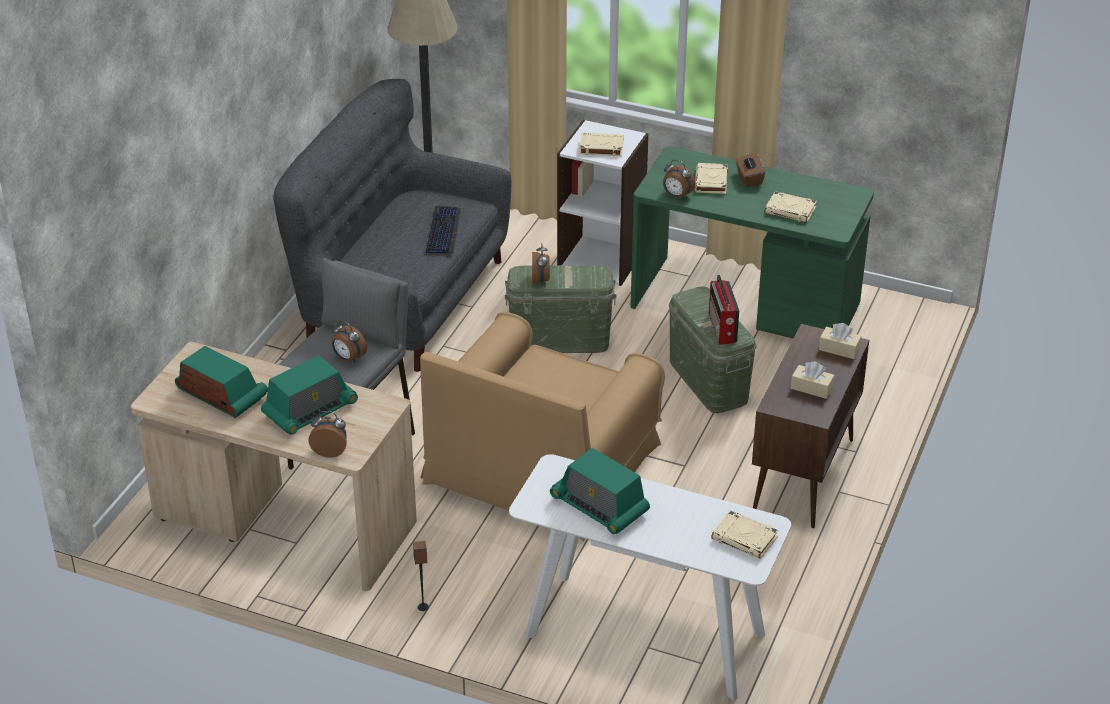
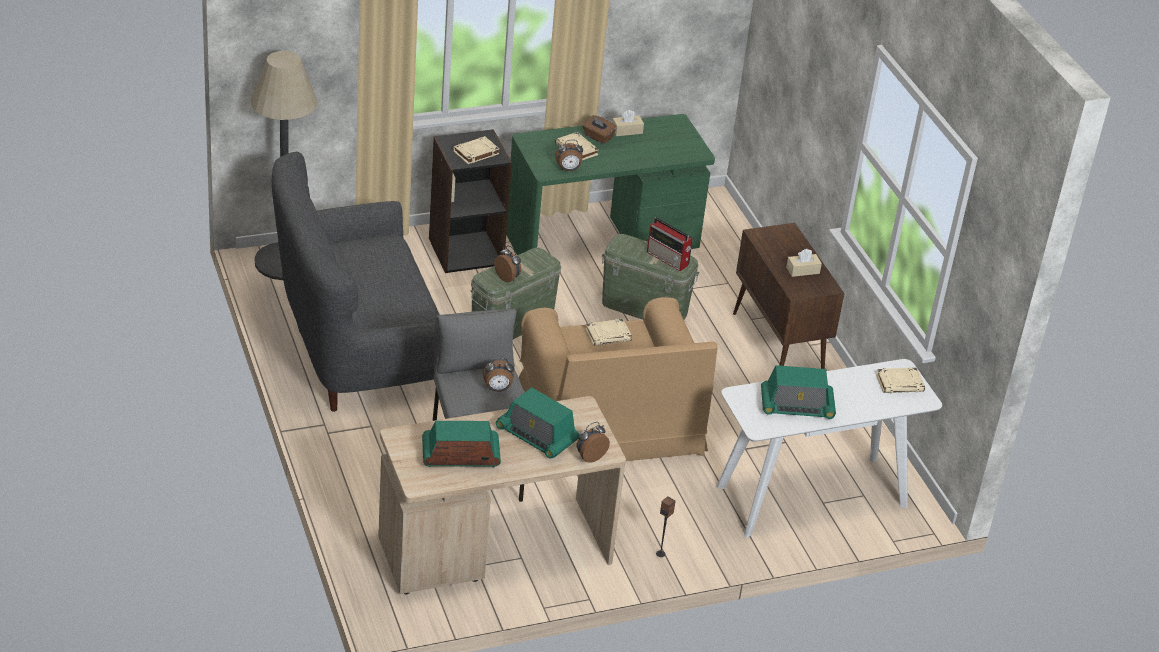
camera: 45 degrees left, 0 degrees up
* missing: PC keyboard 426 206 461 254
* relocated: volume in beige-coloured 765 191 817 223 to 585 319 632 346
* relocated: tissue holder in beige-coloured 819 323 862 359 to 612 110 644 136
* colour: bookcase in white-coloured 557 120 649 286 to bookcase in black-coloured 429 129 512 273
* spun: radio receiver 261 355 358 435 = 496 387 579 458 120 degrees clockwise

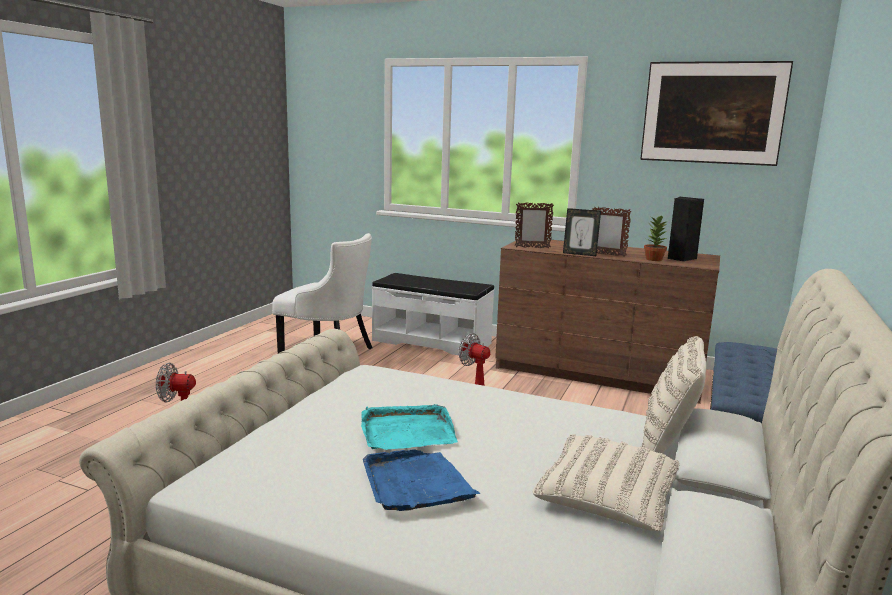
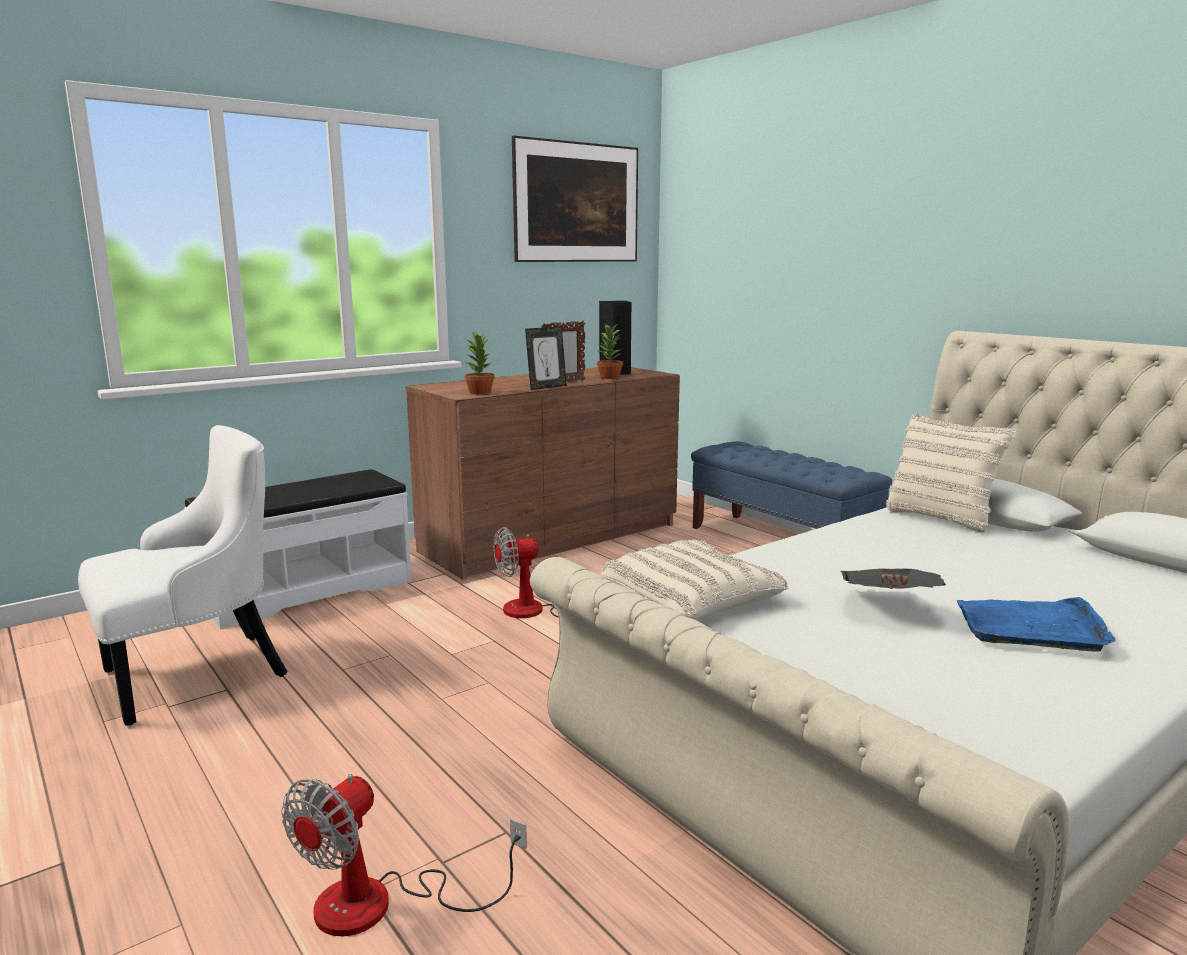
camera: 60 degrees left, 0 degrees up
* relocated: throw pillow in beige-coloured 532 434 680 531 to 601 539 789 620
* exchanged: serving tray in blue-green 361 404 458 450 to printed paper 840 568 946 589
* exchanged: standing frame 515 202 554 249 to plant in a pot 465 331 495 394

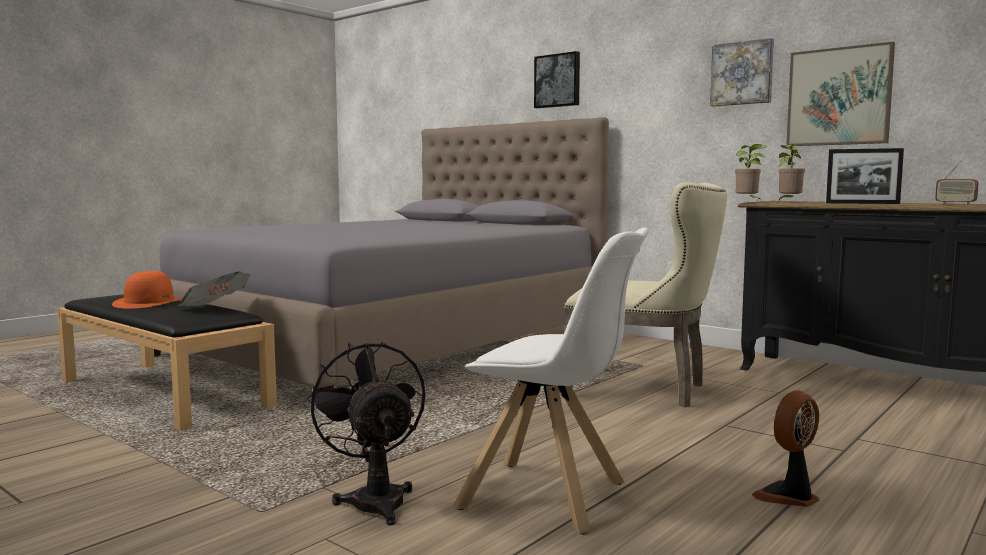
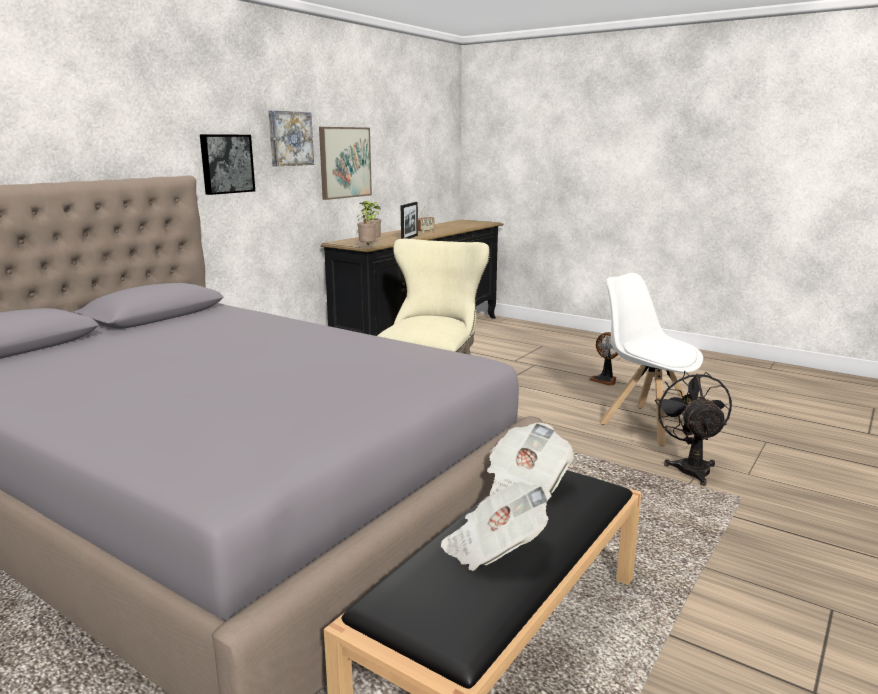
camera: 95 degrees left, 10 degrees up
* relocated: wall picture 534 51 580 108 to 200 134 255 195
* exchanged: hat in orange-coloured 112 271 182 309 to printed paper 441 482 552 571
* spun: electric fan in black-coloured 307 342 425 525 = 655 371 732 486 120 degrees clockwise
* spun: upright chair in white-coloured 453 228 649 535 = 600 273 703 446 60 degrees counterclockwise

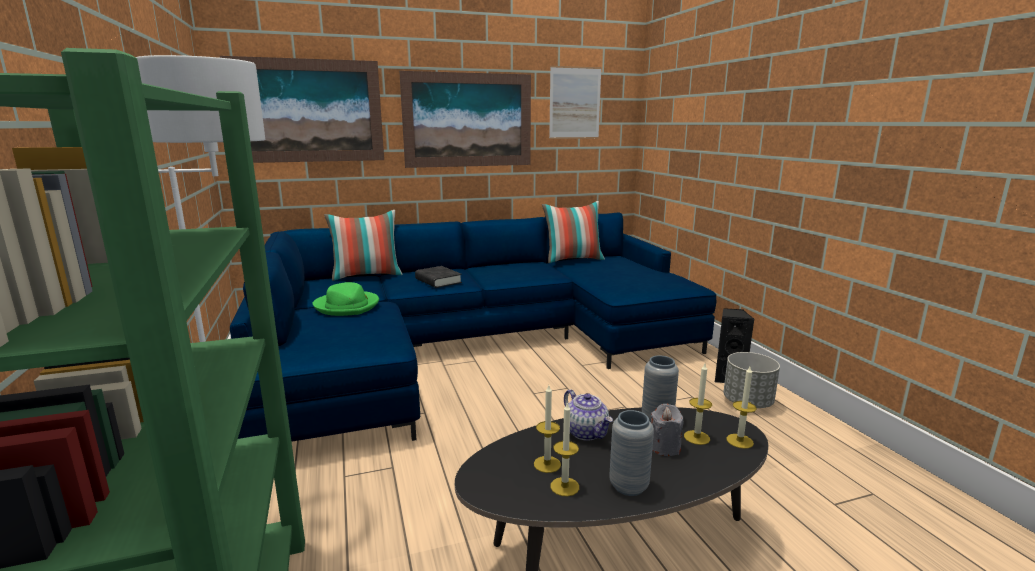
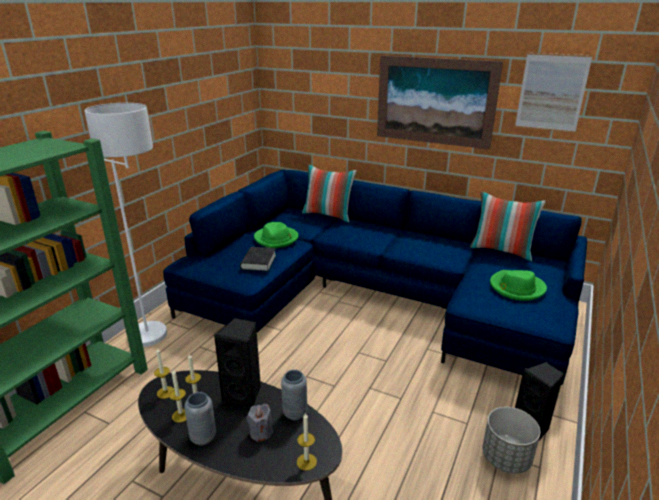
camera: 45 degrees right, 10 degrees up
* missing: wall picture 220 56 384 163
* appeared: hat in green-coloured 490 270 547 301
* relocated: volume in black-coloured 415 266 462 288 to 240 247 276 272
* relocated: wax light 684 364 712 445 to 154 348 175 399
* exchanged: pot for tea 564 389 613 441 to speaker in black-coloured 214 318 261 408

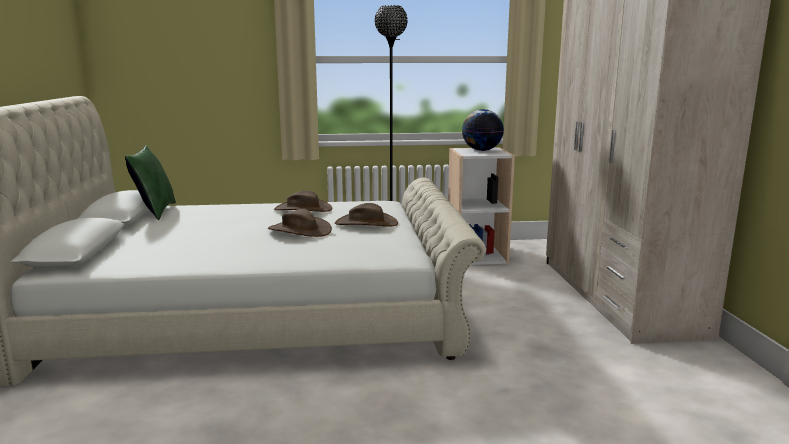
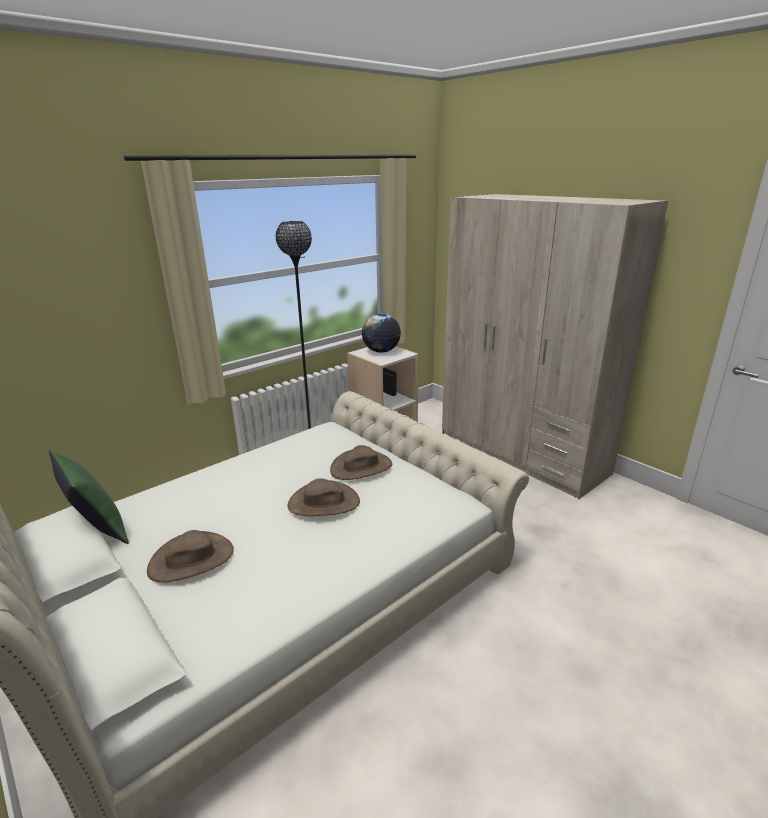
camera: 35 degrees left, 10 degrees up
* relocated: hat in brown-coloured 274 191 332 212 to 147 530 234 583

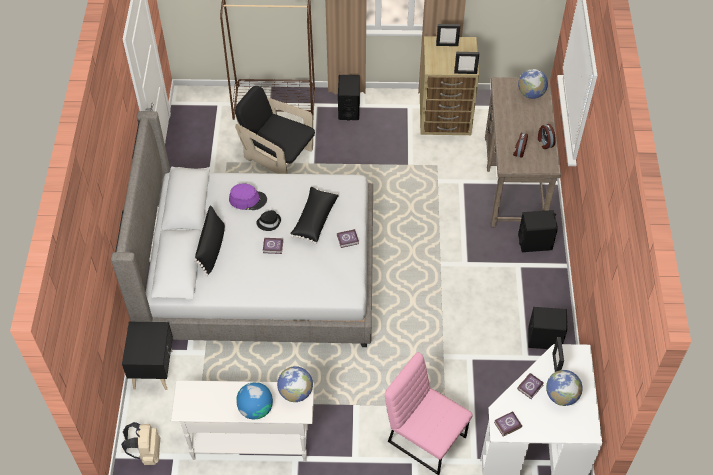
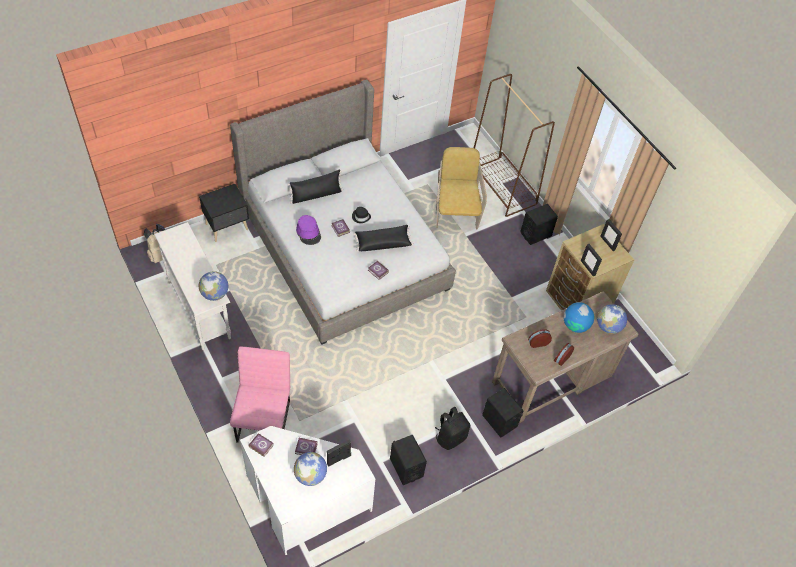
camera: 55 degrees right, 0 degrees up
* appeared: backpack in black-coloured 435 407 470 450
* relocated: hat in purplish 229 184 267 210 to 296 215 321 245
* relocated: desk globe 236 382 273 419 to 564 302 594 333
* colour: armchair in black-coloured 235 86 315 174 to armchair in yellow-coloured 436 147 487 229

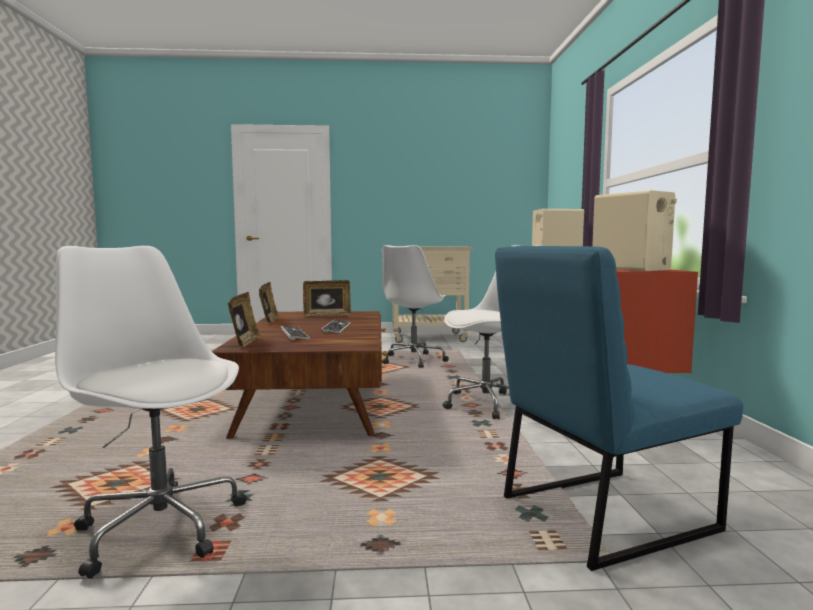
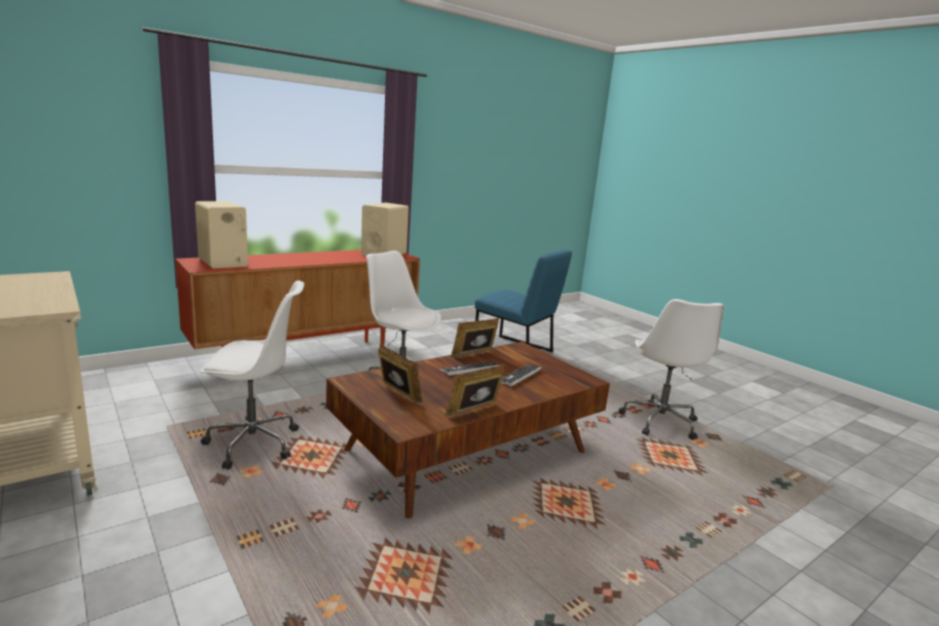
camera: 125 degrees left, 10 degrees up
* relocated: standing frame 228 292 261 347 to 451 318 499 357

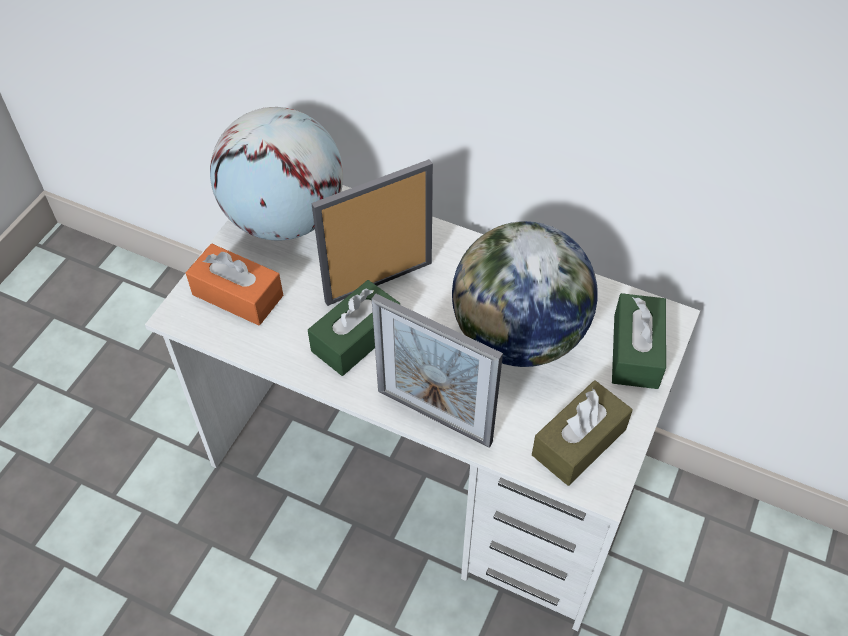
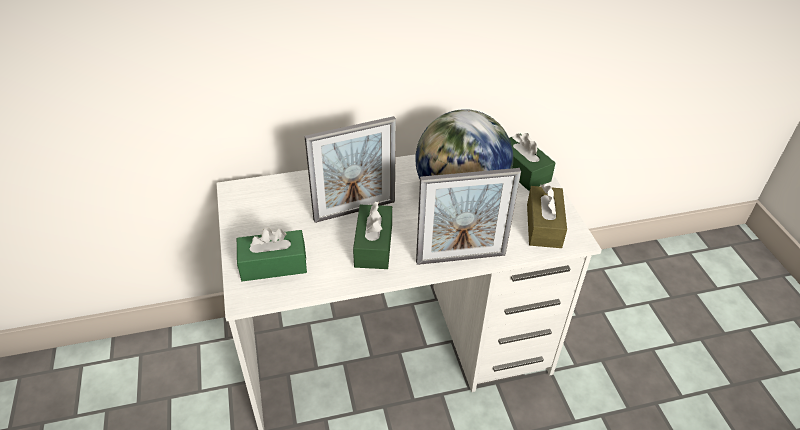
camera: 40 degrees left, 10 degrees down
* missing: desk globe 210 107 343 240
* colour: tissue holder in orange-coloured 186 244 283 326 to tissue holder in green-coloured 237 228 307 281
* spun: standing frame 311 159 433 306 = 305 116 396 223 135 degrees counterclockwise

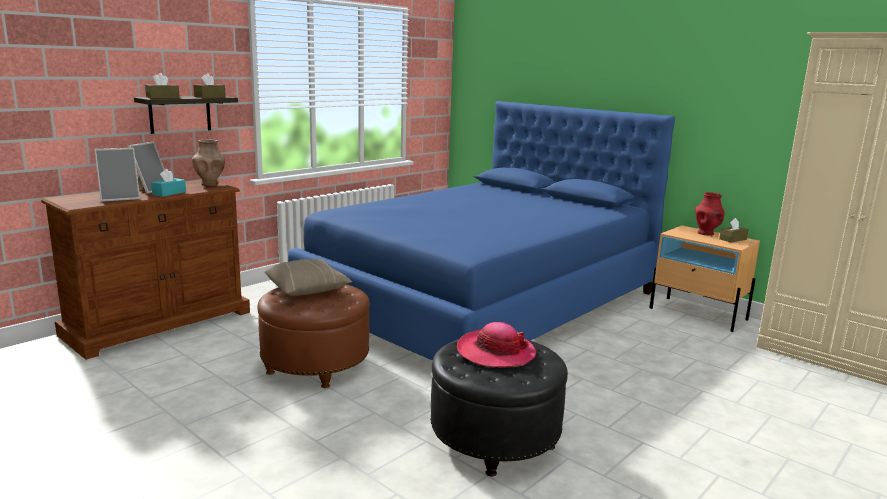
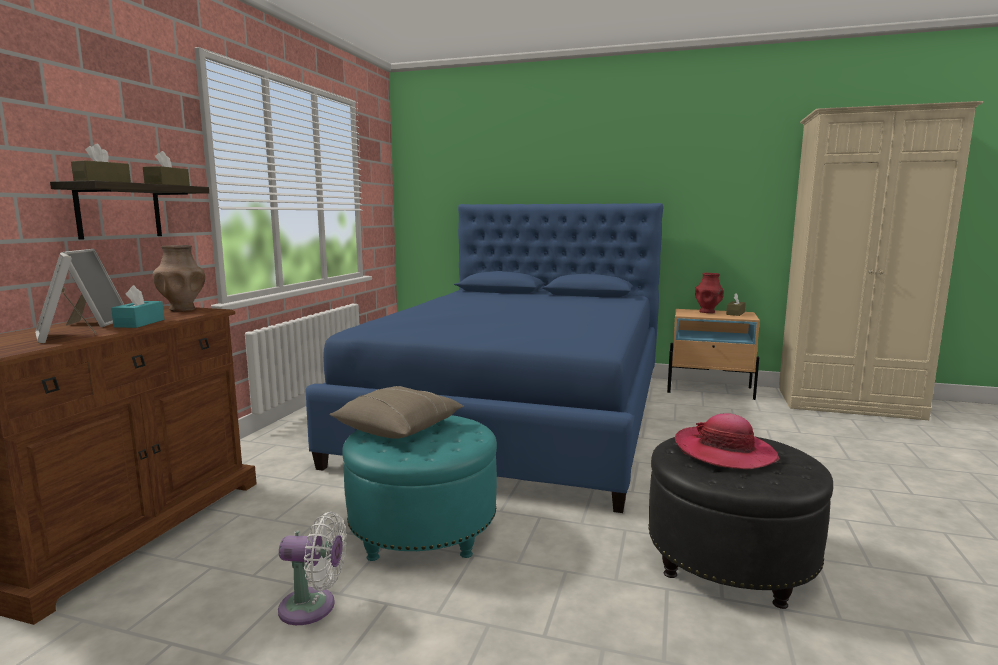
camera: 25 degrees left, 5 degrees down
* appeared: electric fan in white-coloured 278 512 347 625
* colour: footrest in brown-coloured 257 284 370 388 to footrest in blue-green 342 415 497 561
* spun: standing frame 94 148 140 202 = 35 253 97 343 105 degrees clockwise

